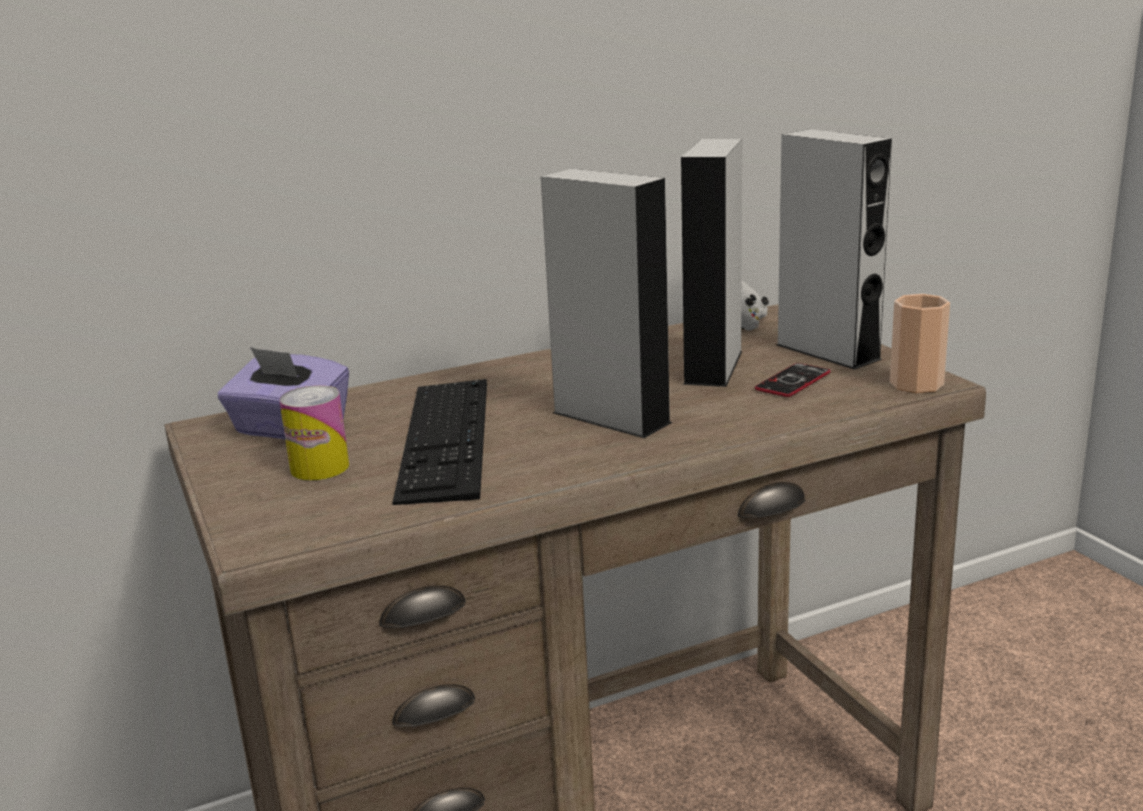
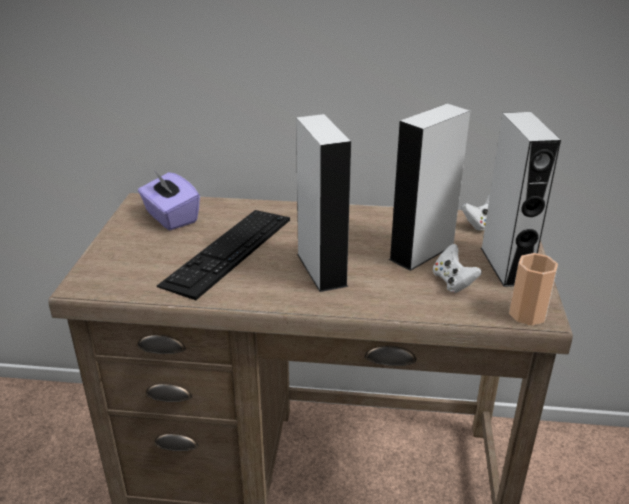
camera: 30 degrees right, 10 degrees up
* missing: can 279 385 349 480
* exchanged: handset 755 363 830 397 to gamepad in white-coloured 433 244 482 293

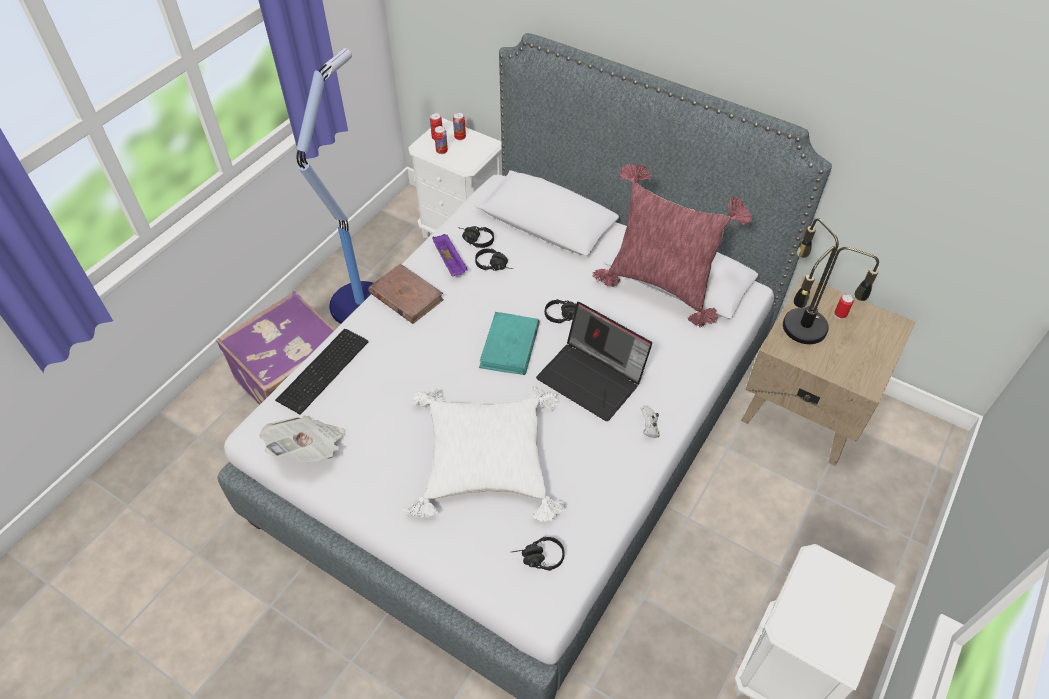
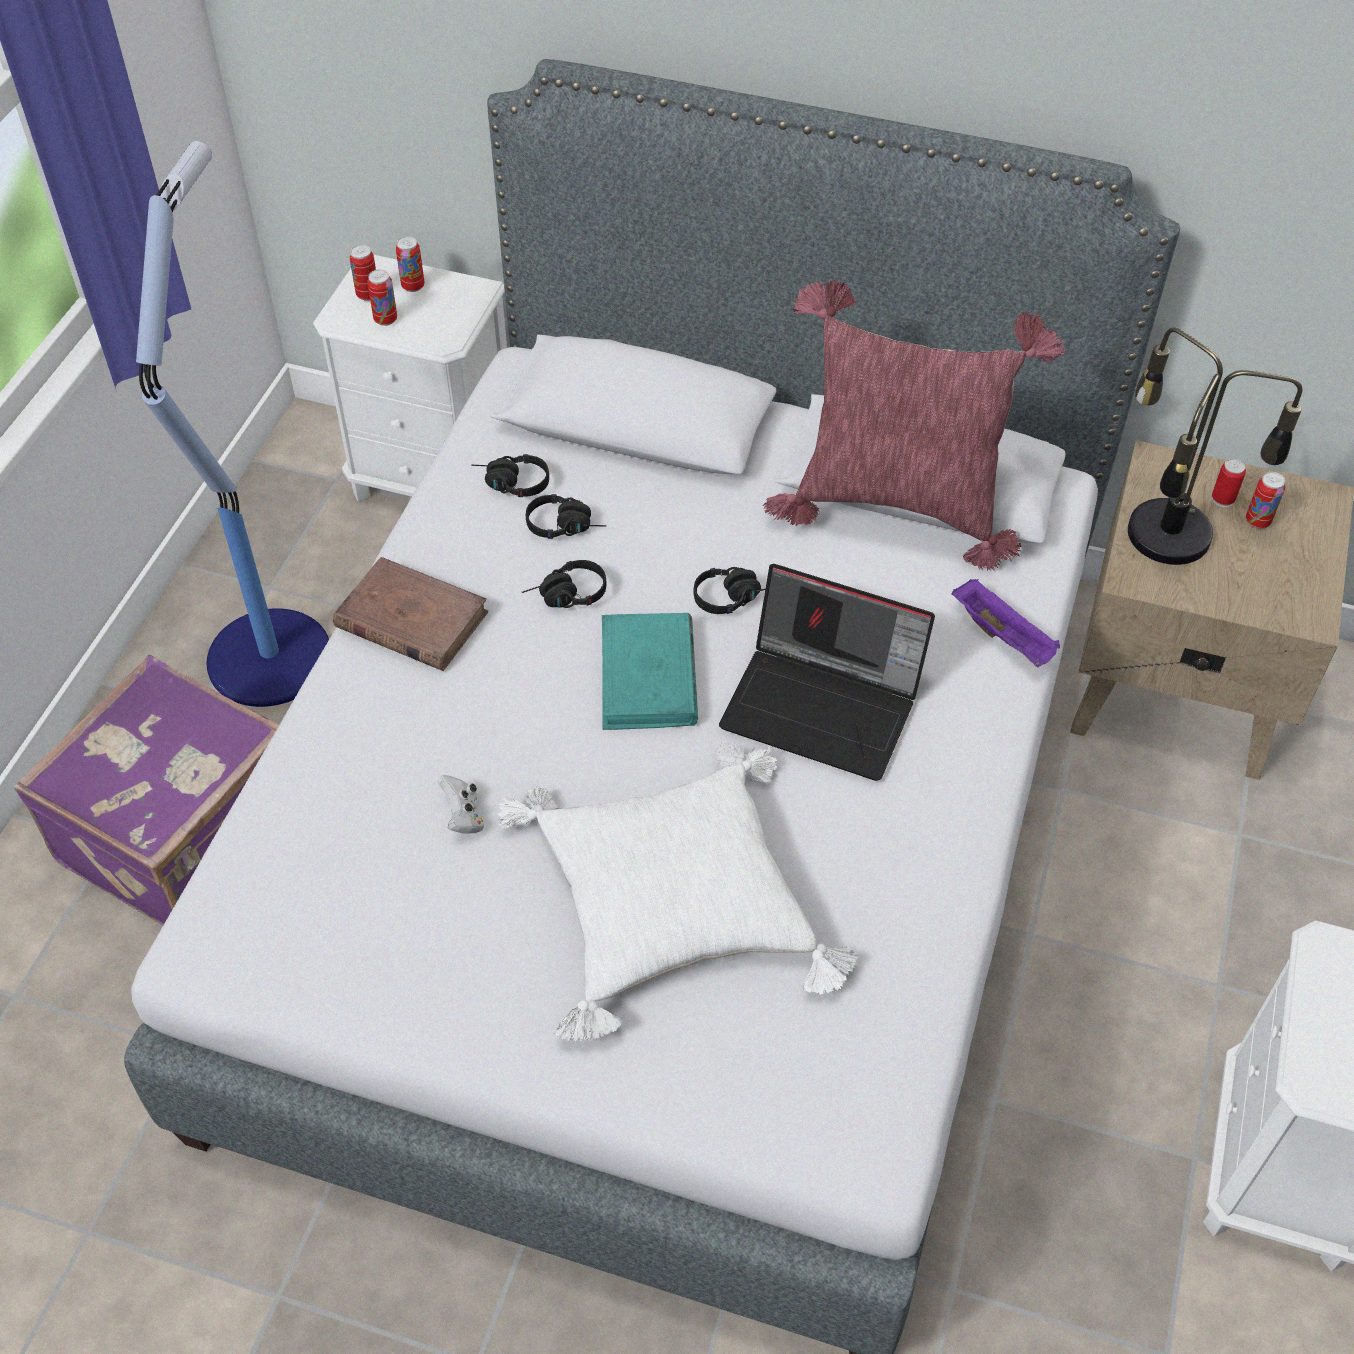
camera: 15 degrees left, 0 degrees up
* missing: printed paper 260 415 346 463
* missing: PC keyboard 275 329 369 415
* appeared: can 1246 472 1285 529
* relocated: serving tray in purplish 432 234 467 276 to 951 579 1060 667
* relocated: pair of headphones in black-coloured 512 536 565 571 to 522 560 606 608
* relocated: gamepad in white-coloured 640 406 660 438 to 437 775 484 834

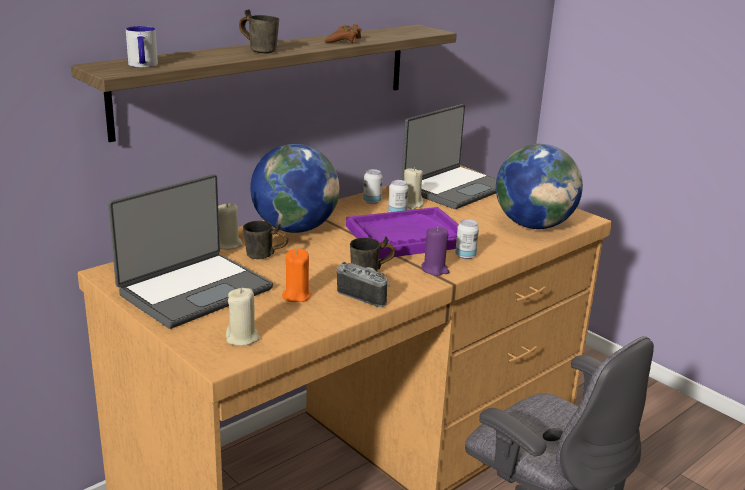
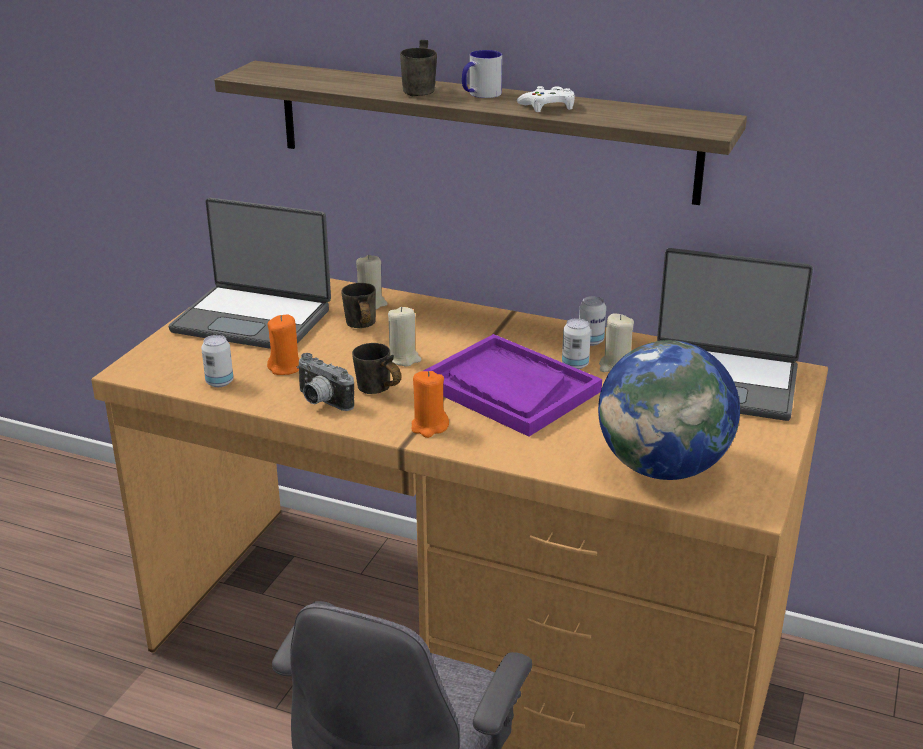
camera: 65 degrees right, 5 degrees up
* missing: desk globe 250 144 339 233
* relocated: tea mug 125 26 158 68 to 462 50 502 98
* relocated: wax light in beige-coloured 226 288 260 346 to 388 307 421 367
* relocated: can 455 219 479 259 to 201 335 233 387
* colour: gamepad in brown-coloured 325 24 362 43 to gamepad in white-coloured 517 86 574 112
* colour: wax light in purplish 421 226 449 276 to wax light in orange-coloured 412 371 449 438
* spun: still camera 337 262 389 307 = 297 353 354 411 120 degrees clockwise

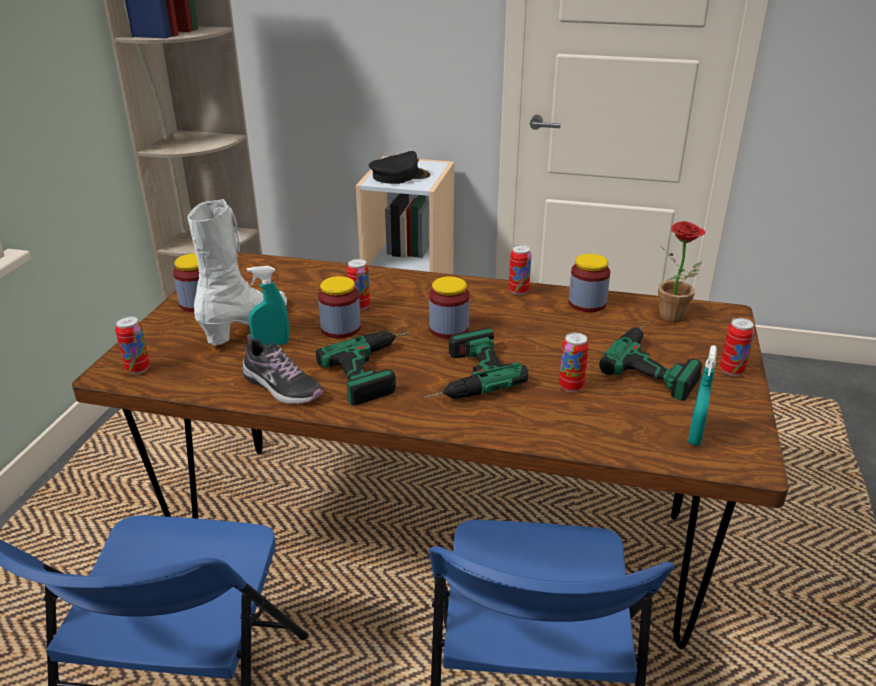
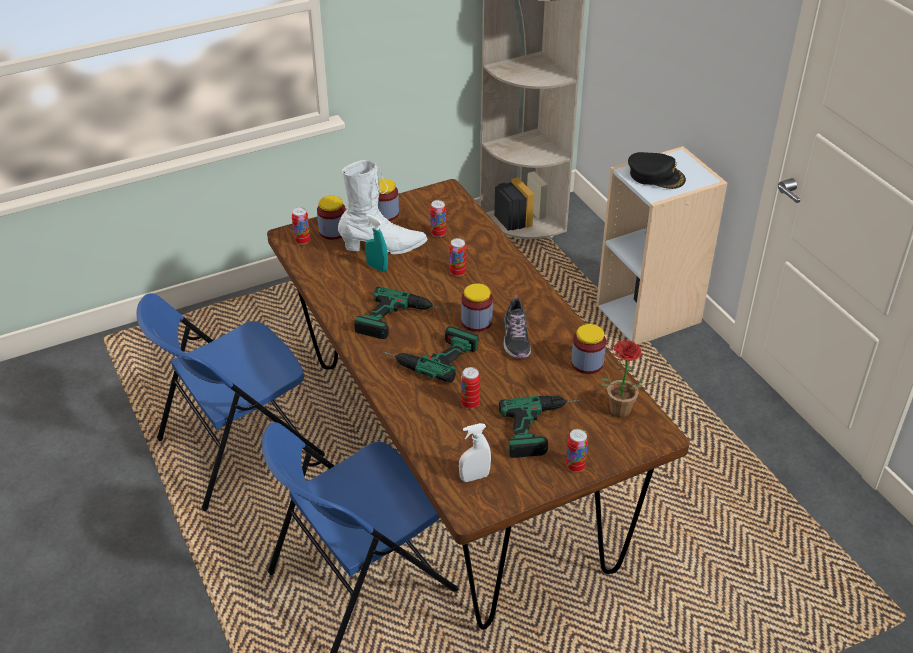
camera: 50 degrees right, 10 degrees up
* relocated: low shoe 242 334 323 404 to 504 295 531 358
* relocated: preserve jar 318 276 361 338 to 317 196 346 240
* relocated: can 509 245 532 295 to 430 200 446 237
* colour: hand sprayer in blue-green 688 345 717 446 to hand sprayer in white-coloured 459 423 491 482

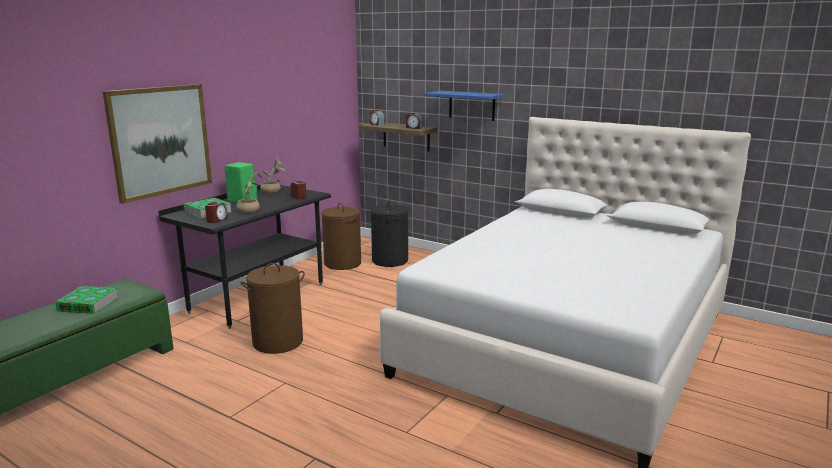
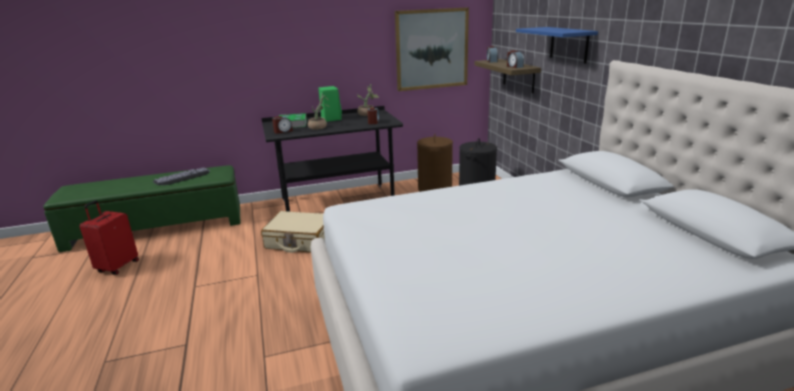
camera: 40 degrees right, 5 degrees up
* appeared: piece of luggage in reddish 80 200 139 275
* relocated: wall picture 103 84 212 204 to 395 7 469 91
* exchanged: volume 55 286 119 314 to PC keyboard 153 167 210 185
* exchanged: washing basket in brown-coloured 240 263 305 354 to piece of luggage in beige-coloured 261 211 325 253

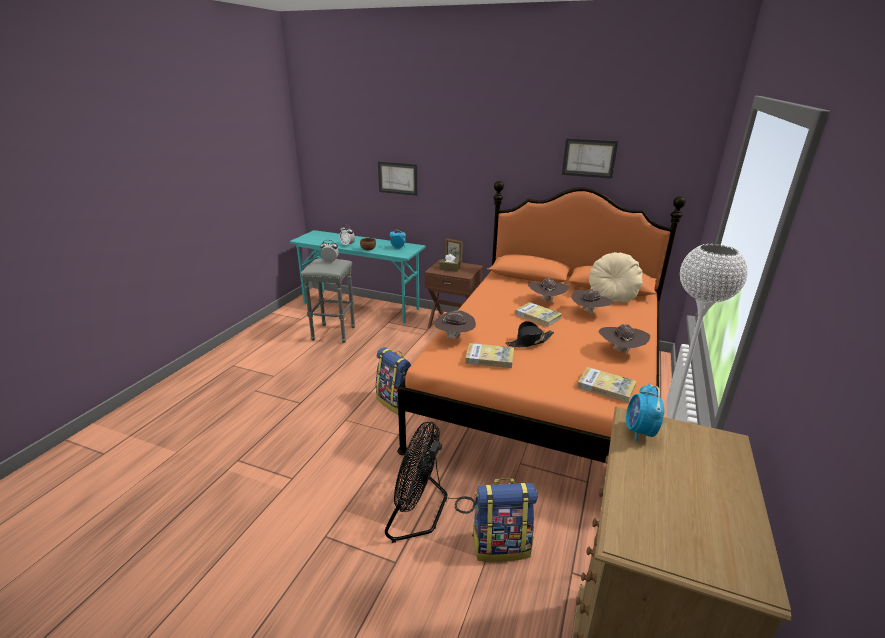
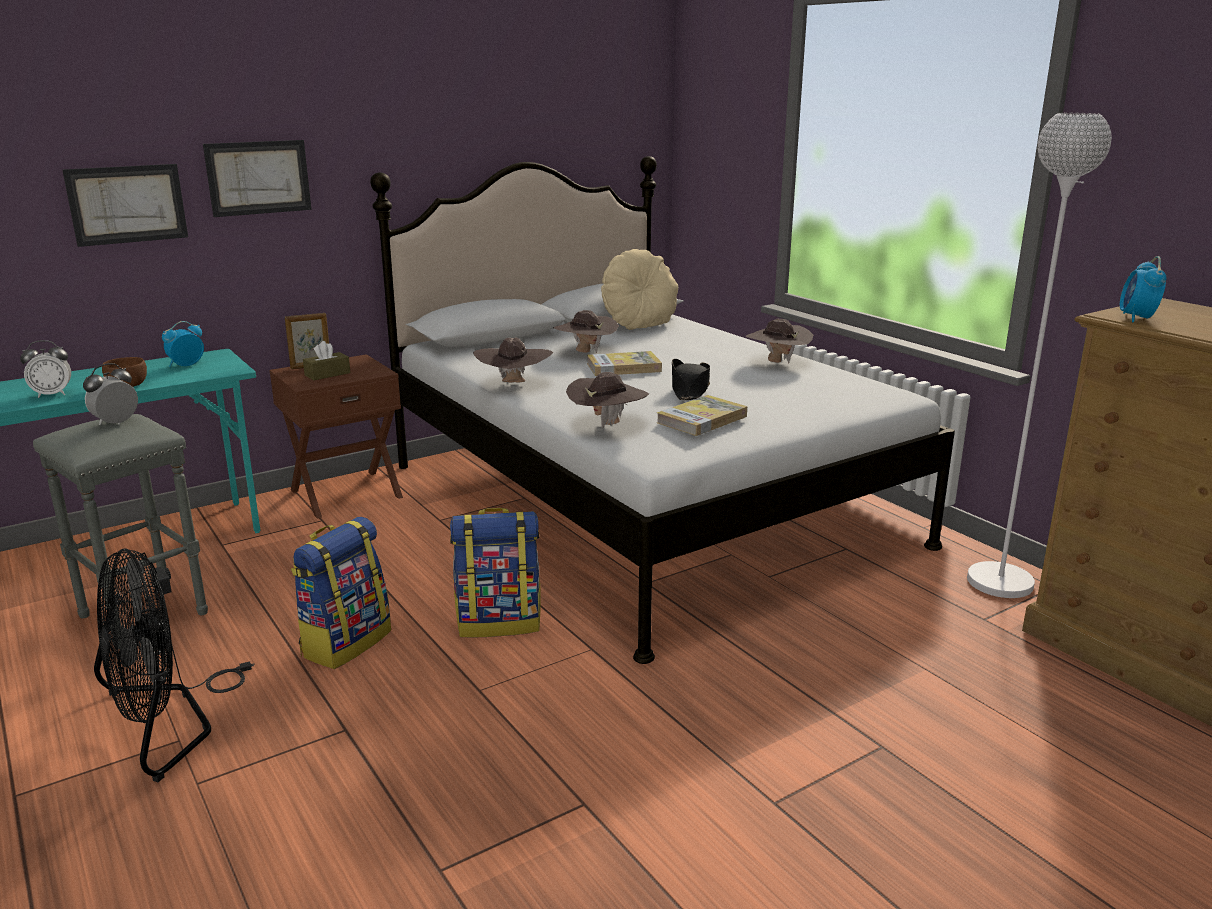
camera: 55 degrees left, 5 degrees down
* missing: volume 577 367 636 403
* relocated: electric fan in black-coloured 385 422 475 543 to 94 548 255 782
* relocated: backpack 472 478 537 562 to 291 517 391 669
* relocated: wall picture 562 138 618 179 to 203 140 312 217
* relocated: hat in brown-coloured 571 289 613 314 to 473 338 553 383
* colour: bedroom bed in orange-coloured 397 181 686 463 to bedroom bed in white-coloured 370 156 955 664
* spun: bedside clock 626 383 664 442 = 1120 256 1166 322 60 degrees clockwise

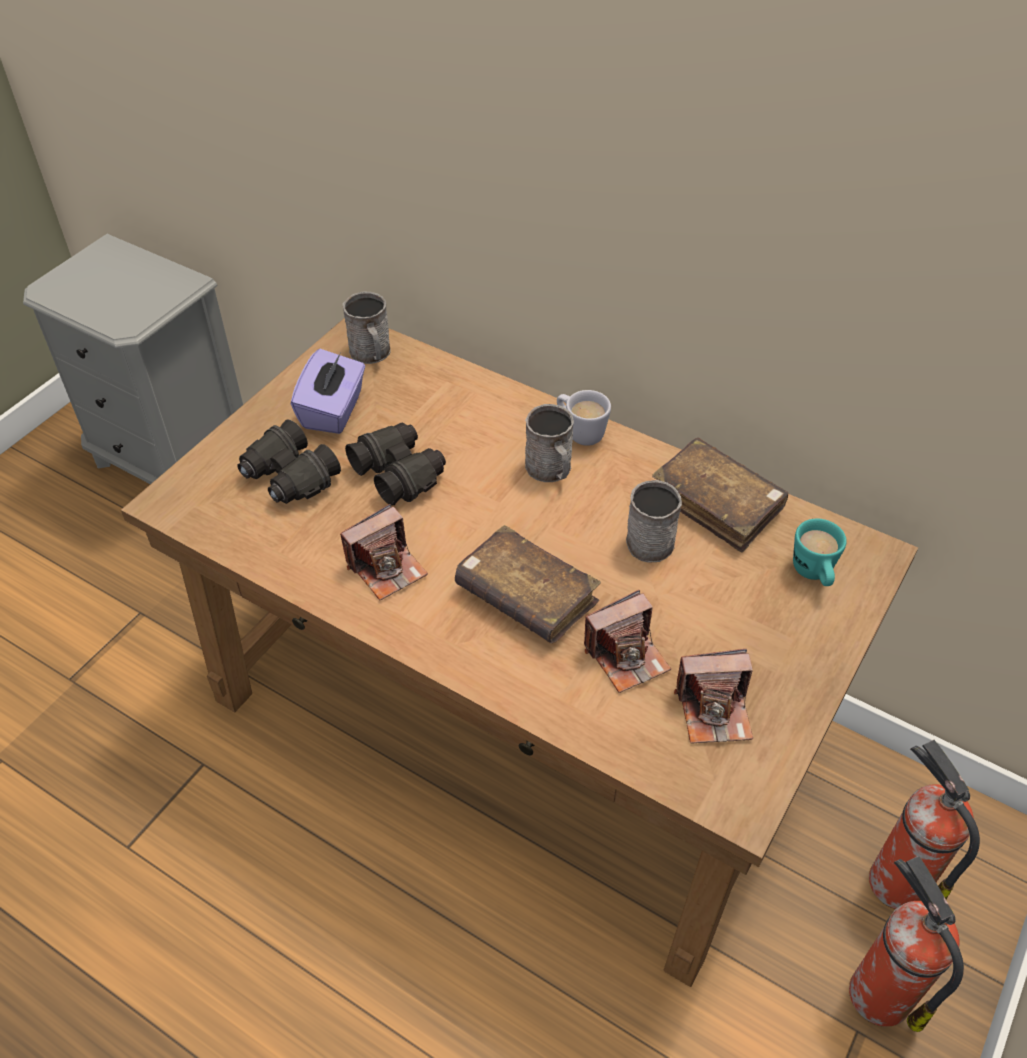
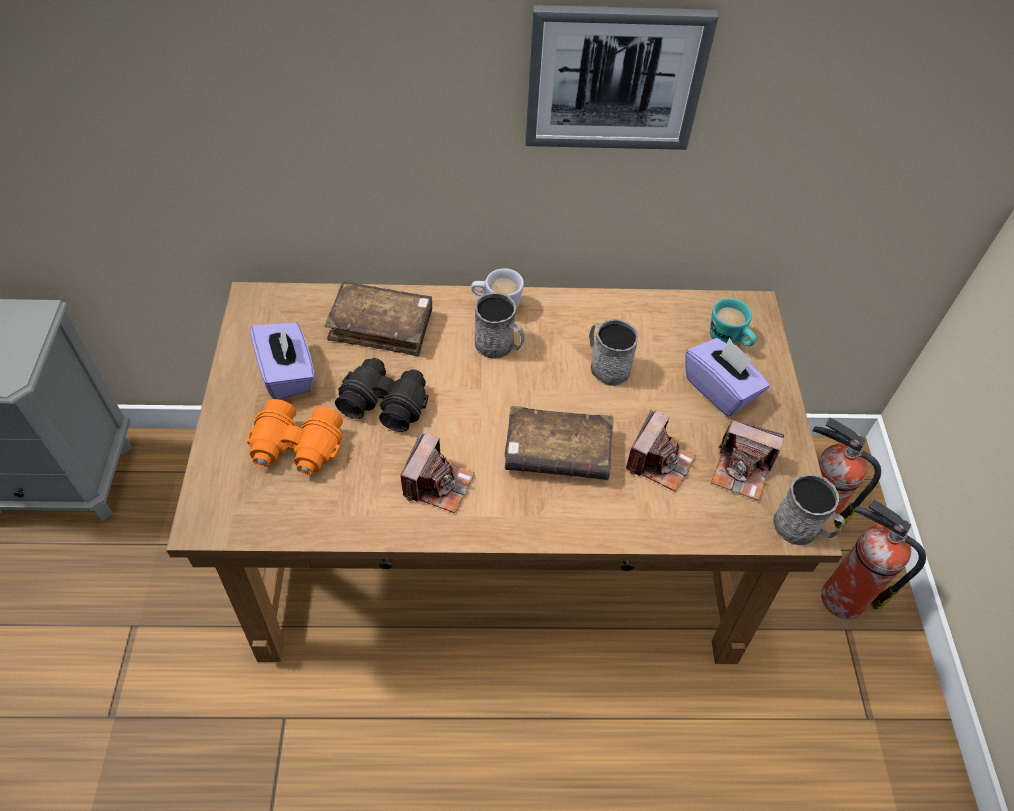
camera: 35 degrees left, 5 degrees up
* appeared: wall picture 525 5 719 150
* appeared: tissue holder in purplish 685 338 770 417
* relocated: tea mug in greyish 343 292 391 364 to 773 473 845 545
* relocated: volume in brown-coloured 652 437 788 552 to 325 281 433 356
* colour: pair of binoculars in black-coloured 237 420 341 504 to pair of binoculars in orange-coloured 247 399 343 475
* spun: still camera 674 649 753 743 = 711 420 784 501 60 degrees clockwise

